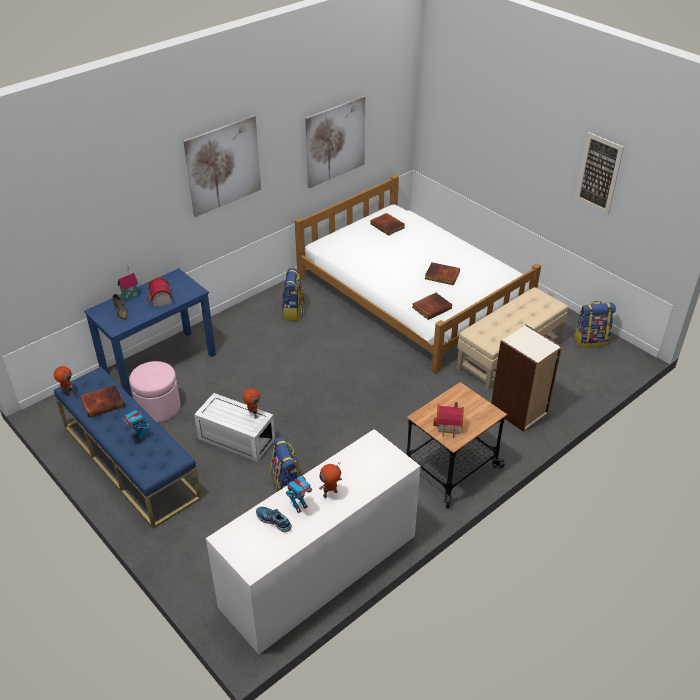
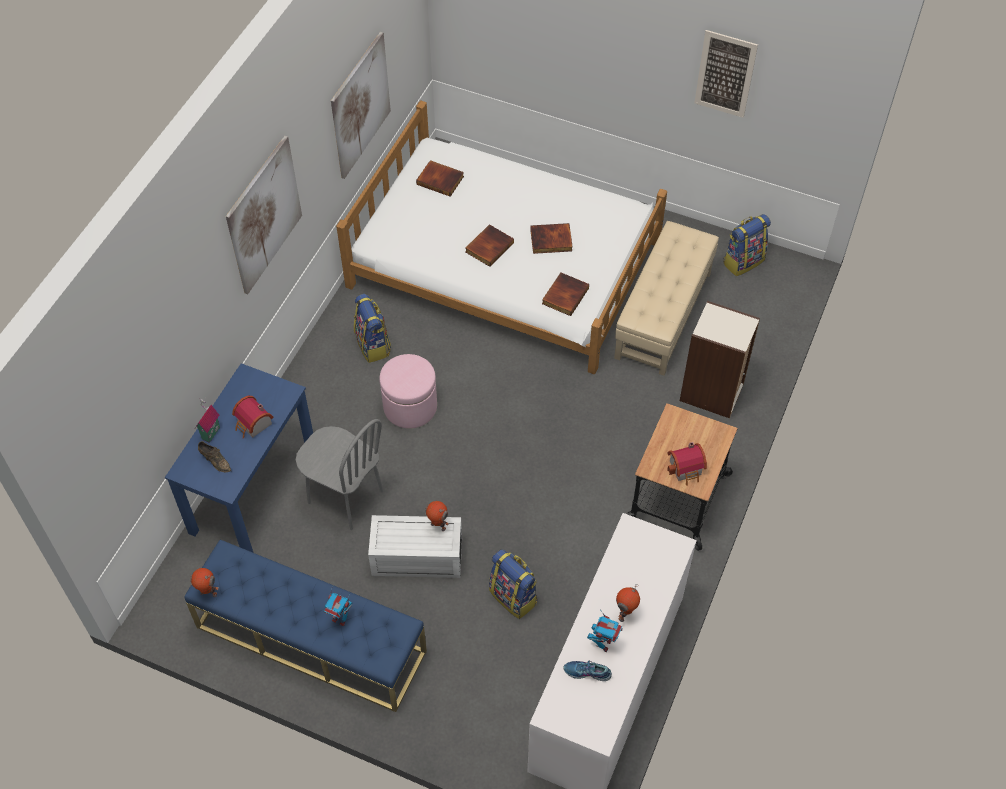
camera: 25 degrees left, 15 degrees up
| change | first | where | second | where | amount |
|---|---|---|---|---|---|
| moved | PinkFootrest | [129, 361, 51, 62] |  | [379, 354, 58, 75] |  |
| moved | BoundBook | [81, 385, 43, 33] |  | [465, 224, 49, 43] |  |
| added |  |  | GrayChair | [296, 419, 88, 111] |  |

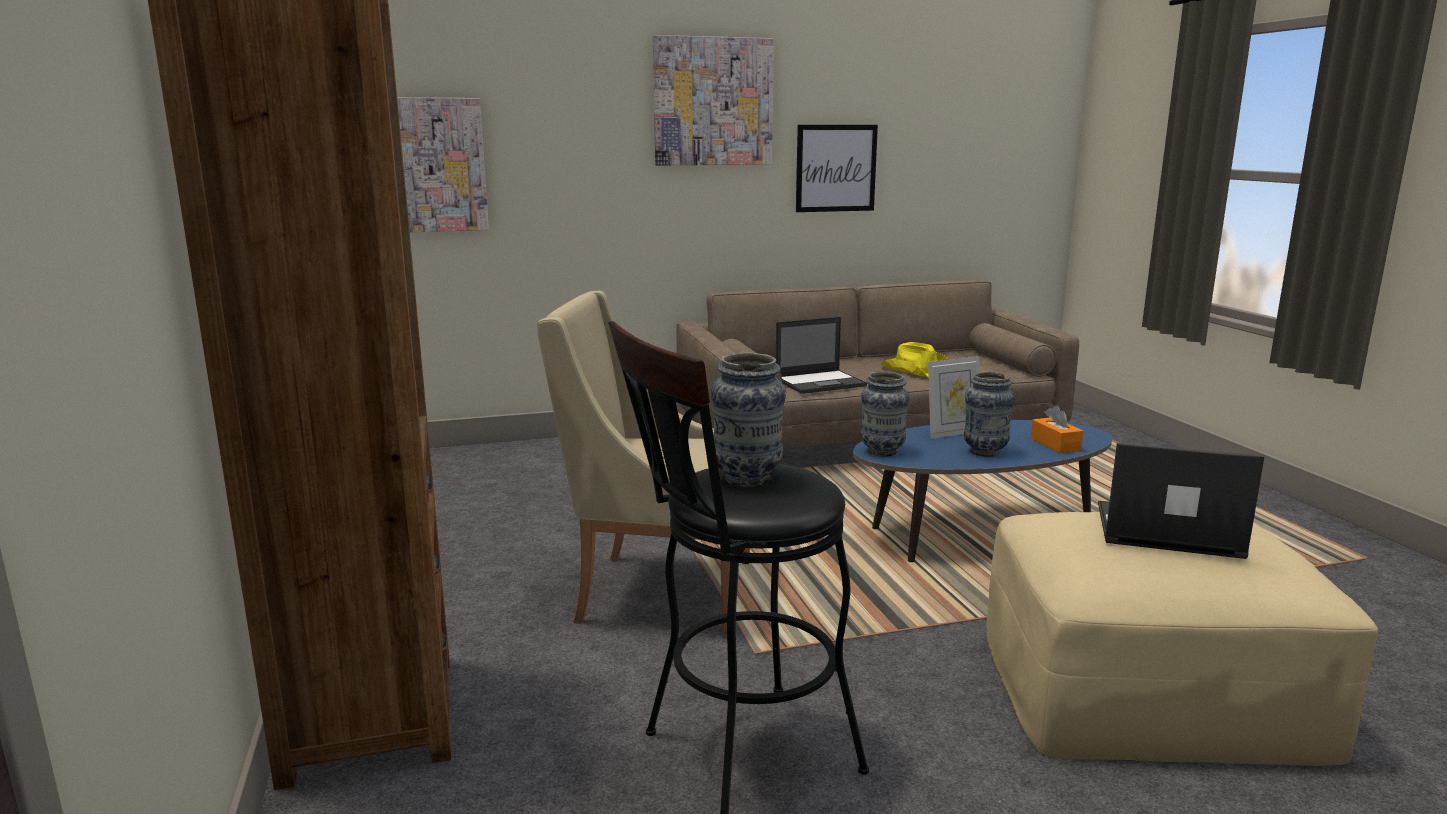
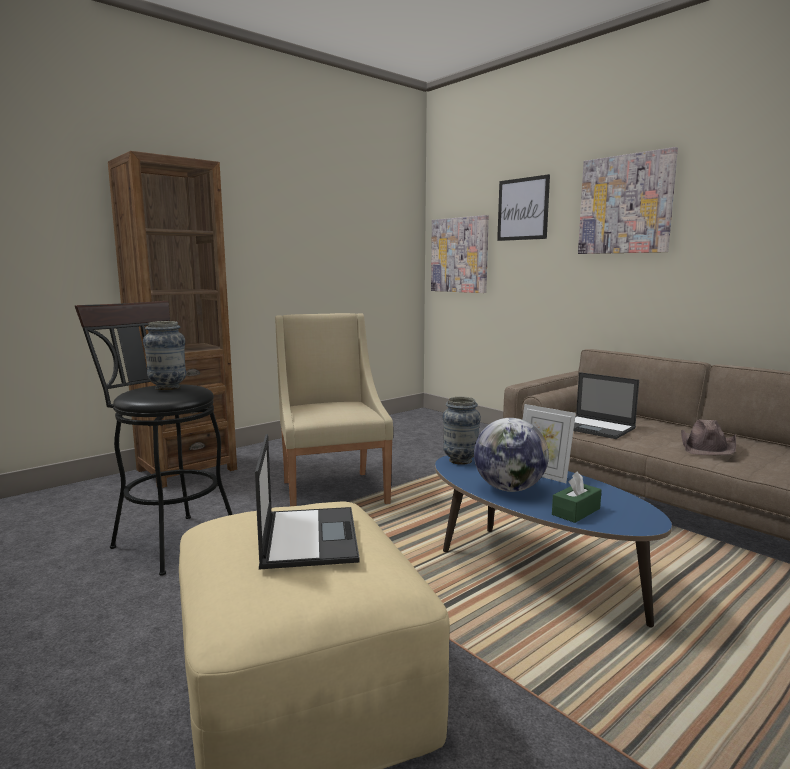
camera: 65 degrees right, 5 degrees down
| change | first | where | second | where | amount |
|---|---|---|---|---|---|
| moved | Picture | [796, 125, 82, 87] |  | [497, 174, 53, 67] |  |
| recoloured | YellowClothingHat | [880, 342, 69, 35] | BrownColouredClothingHat | [681, 419, 55, 36] |  |
| replaced | Vase | [964, 371, 51, 86] | WorldGlobe | [474, 418, 75, 74] |  |
| recoloured | OrangeyTissueHolder | [1031, 405, 52, 48] | GreenishTissueHolder | [552, 471, 49, 52] |  |

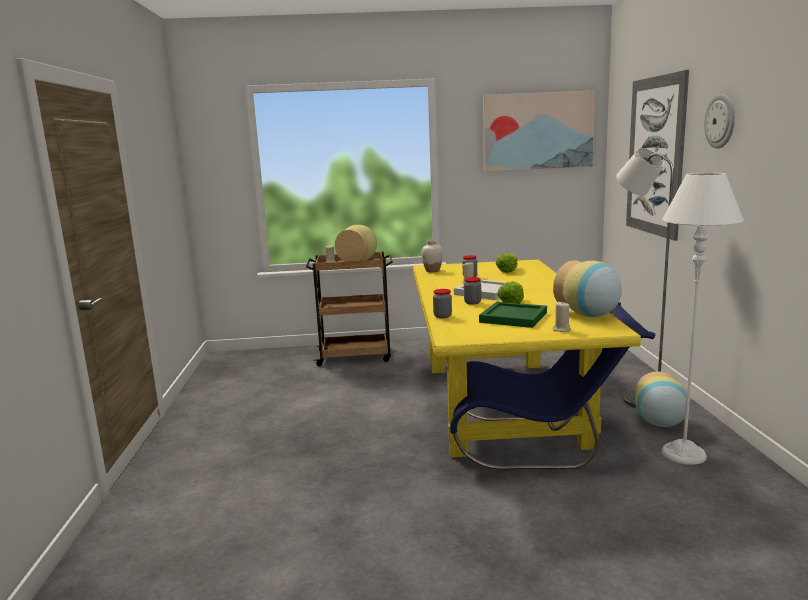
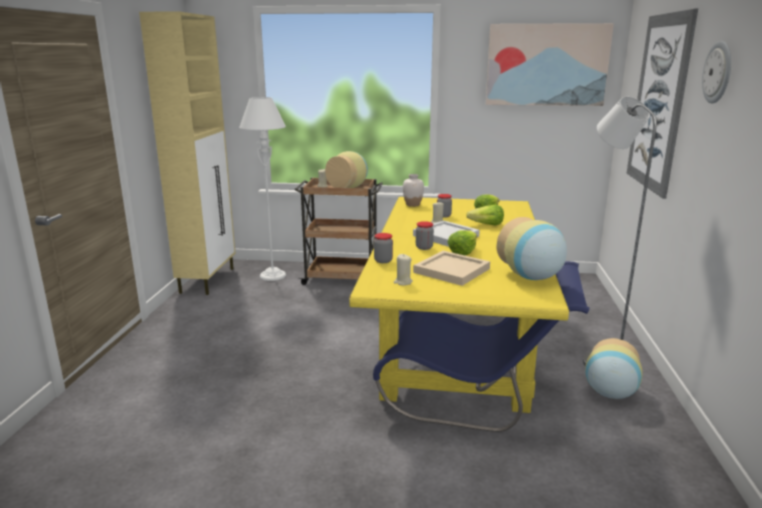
camera: 10 degrees right, 5 degrees up
| change | first | where | second | where | amount |
|---|---|---|---|---|---|
| moved | WhiteColouredStandardLamp | [661, 173, 83, 292] |  | [239, 97, 47, 184] |  |
| moved | SandColouredCandle | [553, 301, 18, 31] |  | [394, 254, 19, 31] |  |
| recoloured | GreenishTray | [479, 302, 68, 26] | SandColouredTray | [413, 251, 77, 35] |  |
| added |  |  | SandColouredCabinet | [139, 11, 97, 284] |  |
| added |  |  | LettuceHead | [466, 205, 38, 20] |  |

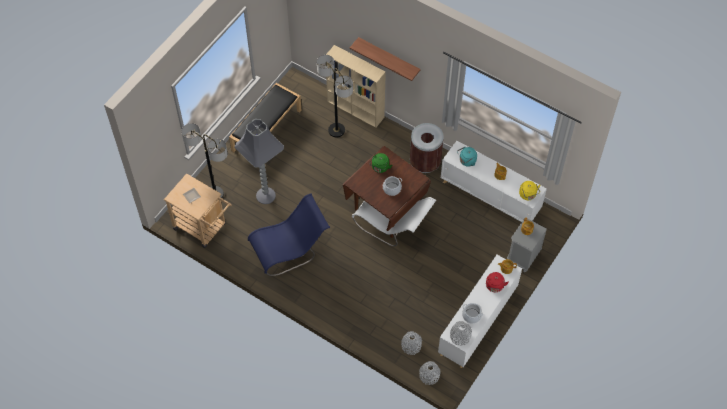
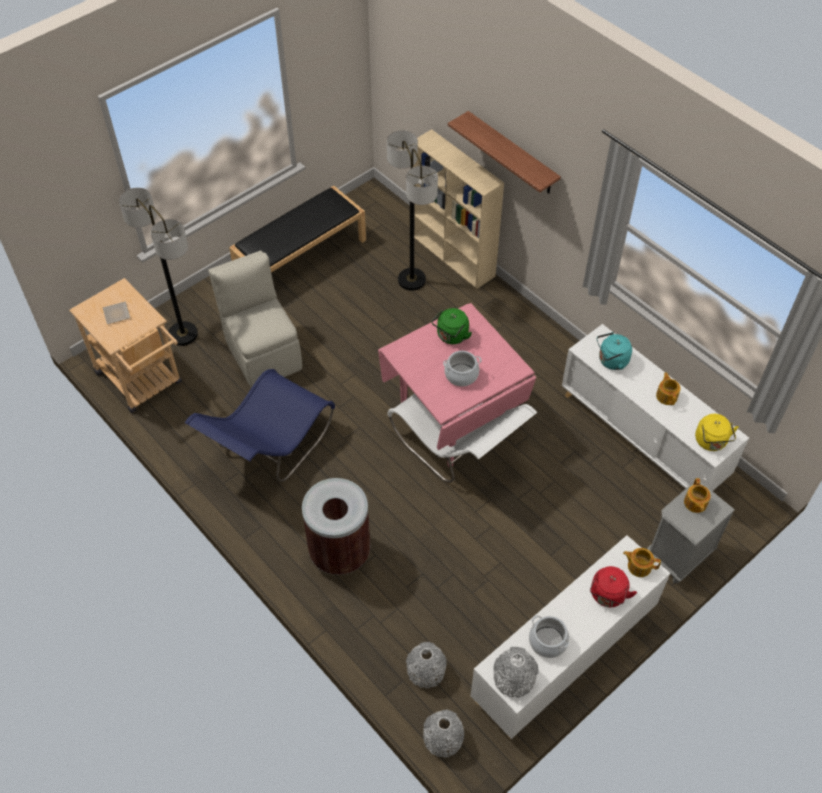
camera: 15 degrees right, 5 degrees down
| change | first | where | second | where | amount |
|---|---|---|---|---|---|
| replaced | GrayStandardLamp | [235, 119, 49, 85] | SandColouredChair | [208, 251, 94, 137] |  |
| moved | BrownColouredWasteBin | [410, 123, 34, 50] |  | [302, 478, 69, 97] |  |
| recoloured | BrownColouredKitchenTable | [343, 146, 88, 92] | PinkKitchenTable | [378, 303, 158, 164] |  |
| turned | BluishChair | [248, 193, 82, 83] |  | [185, 369, 150, 113] | 135 degrees clockwise |

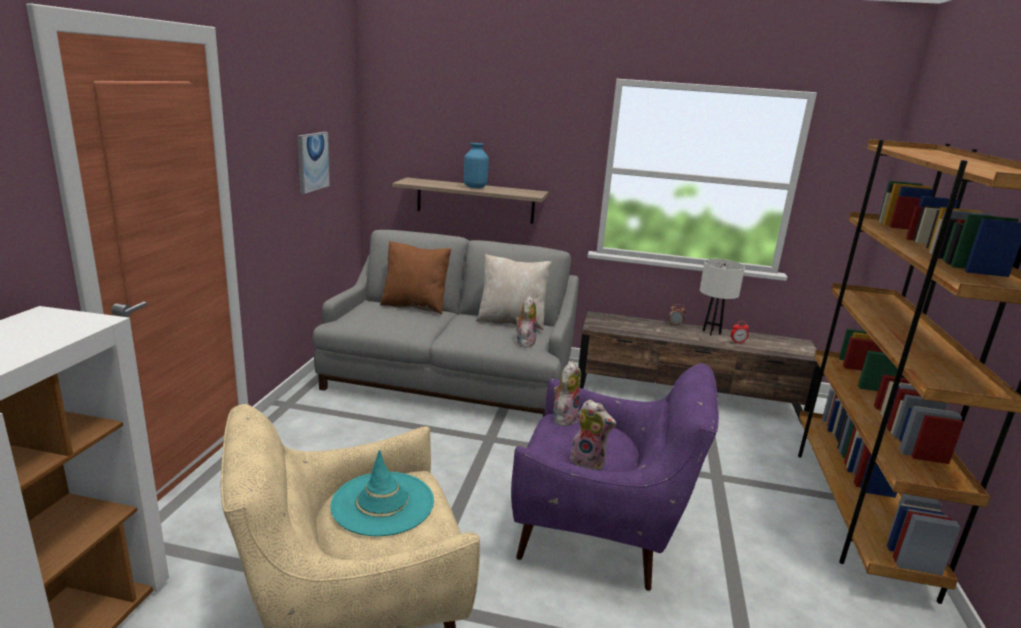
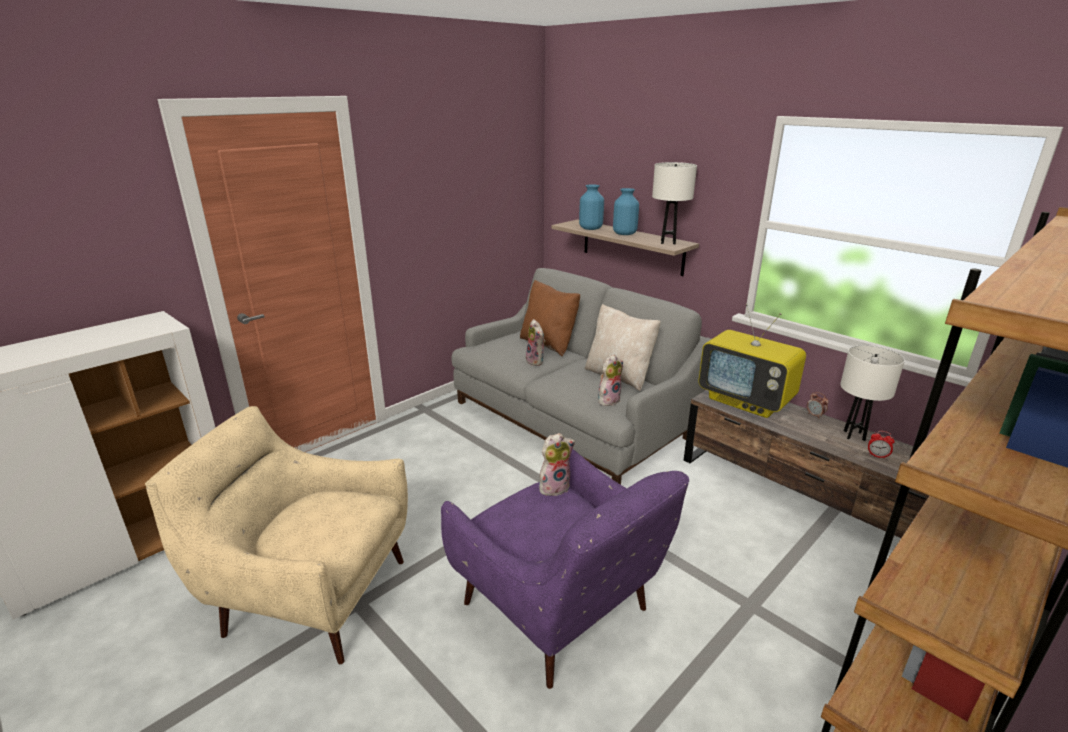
camera: 35 degrees right, 5 degrees up
| change | first | where | second | where | amount |
|---|---|---|---|---|---|
| removed | Picture | [297, 132, 33, 62] |  |  |  |
| moved | SoftToy | [570, 399, 46, 72] |  | [526, 319, 19, 47] |  |
| removed | TurquoiseColouredClothingHat | [330, 450, 104, 86] |  |  |  |
| added |  |  | WhiteColouredLampForATable | [652, 162, 45, 82] |  |
| added |  |  | BluishVase | [579, 184, 25, 46] |  |
| added |  |  | Tv | [698, 304, 108, 114] |  |

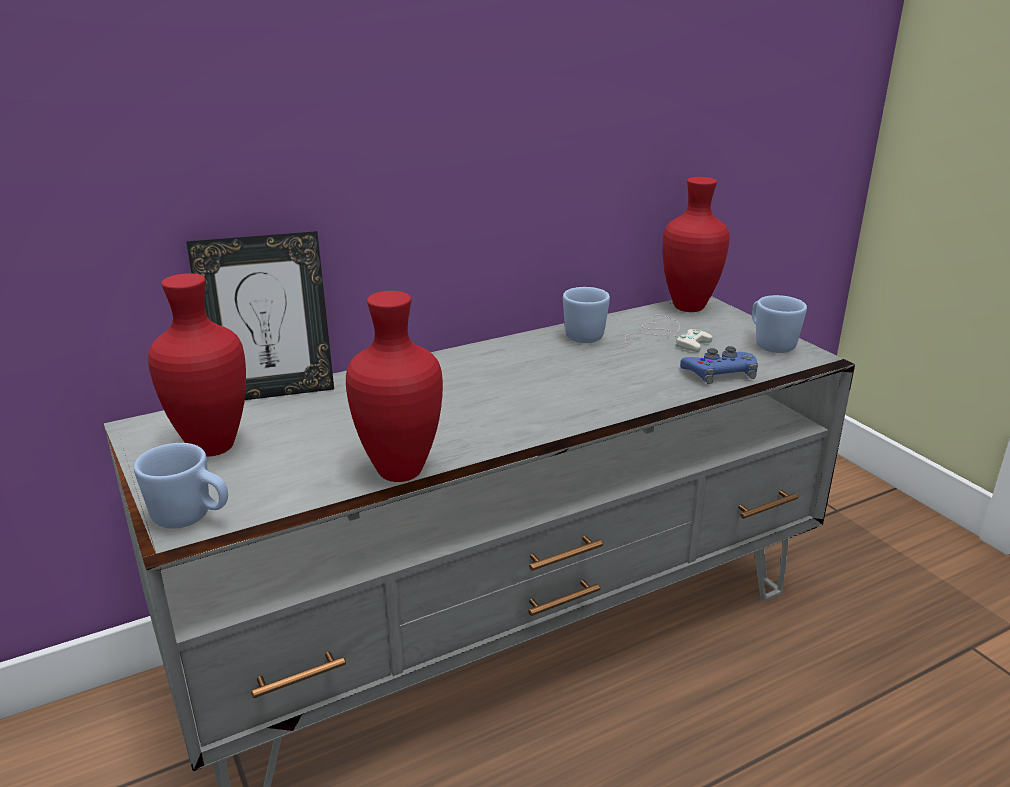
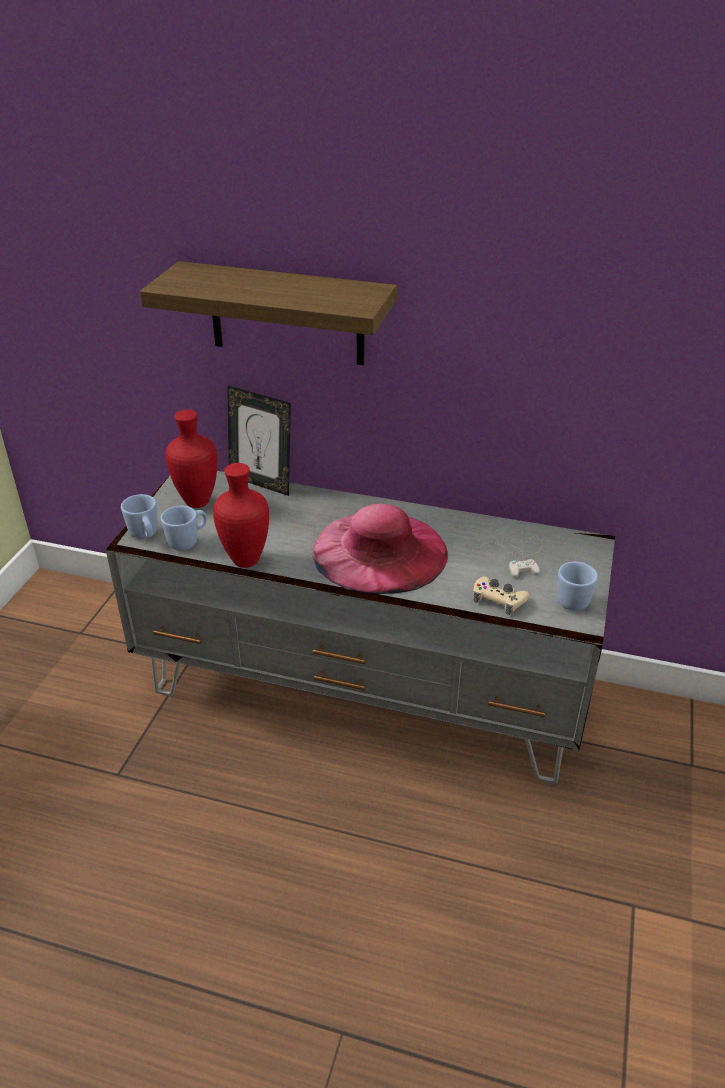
camera: 45 degrees right, 10 degrees up
| change | first | where | second | where | amount |
|---|---|---|---|---|---|
| removed | RedColouredVase | [663, 177, 67, 135] |  |  |  |
| moved | BluishMug | [563, 287, 47, 56] |  | [161, 506, 46, 45] |  |
| recoloured | BluishGameController | [680, 346, 78, 38] | SandColouredGameController | [473, 576, 56, 39] |  |
| added |  |  | BracketShelf | [140, 261, 257, 104] |  |
| added |  |  | PinkClothingHat | [313, 503, 135, 91] |  |

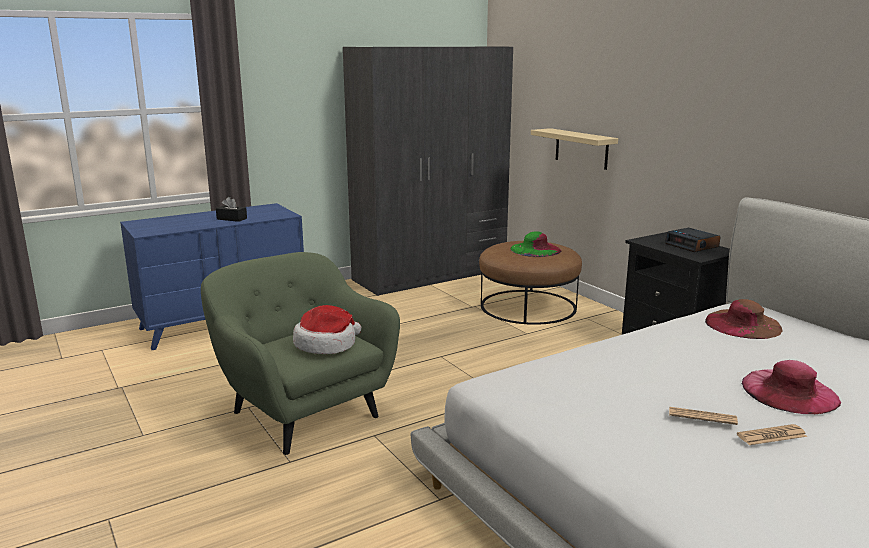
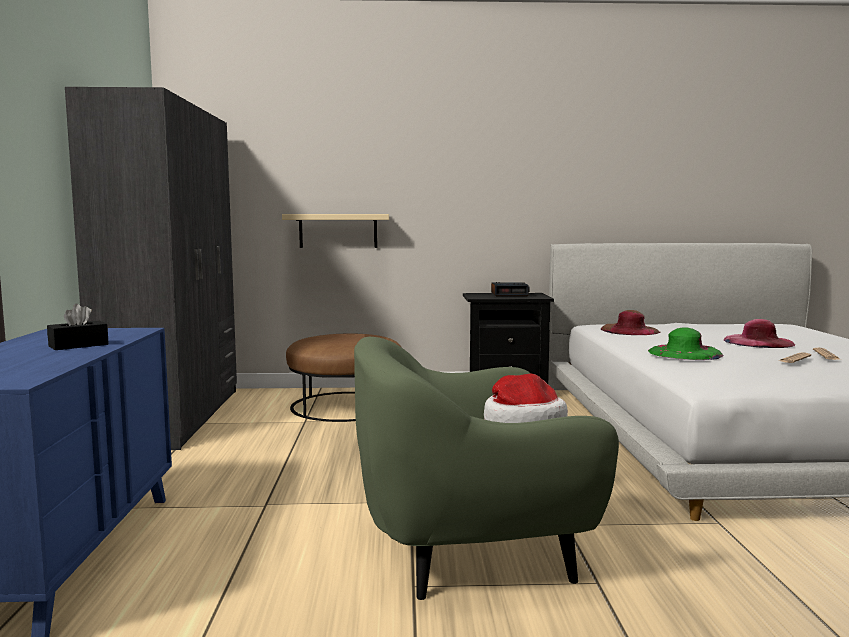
camera: 60 degrees left, 10 degrees down
| change | first | where | second | where | amount |
|---|---|---|---|---|---|
| moved | GreenishClothingHat | [510, 231, 52, 26] |  | [648, 327, 76, 33] |  |

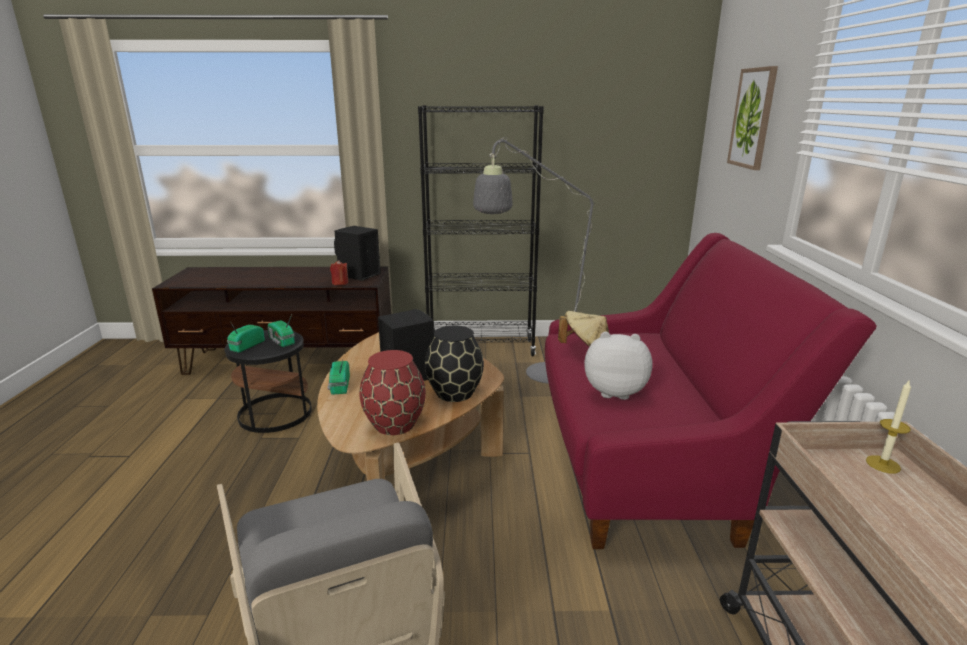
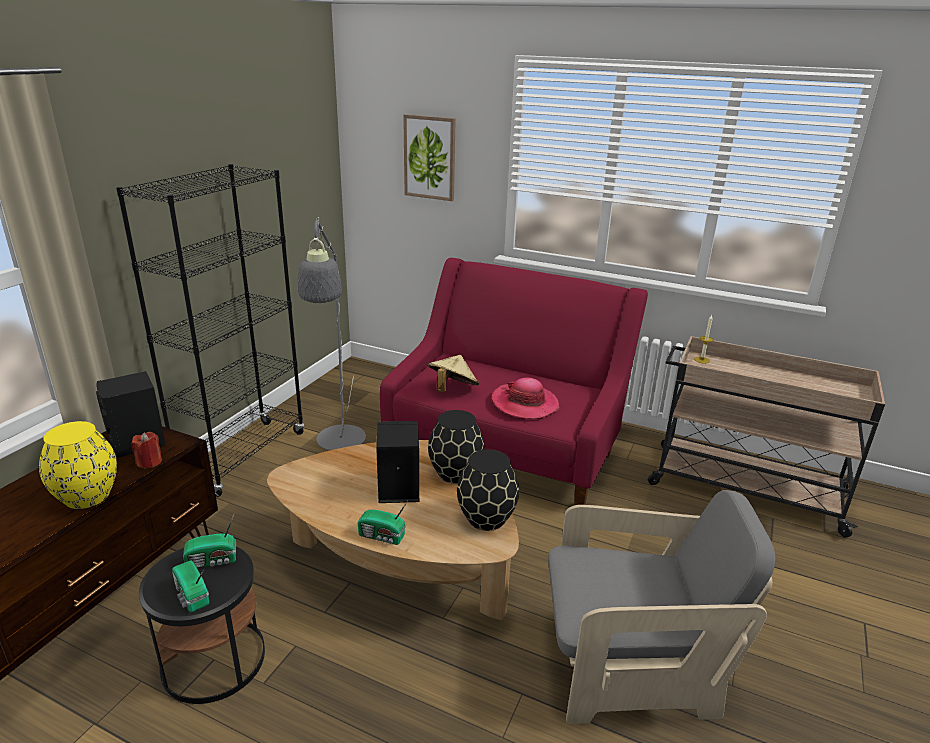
camera: 65 degrees left, 5 degrees up
| change | first | where | second | where | amount |
|---|---|---|---|---|---|
| replaced | SoftToy | [584, 332, 68, 68] | ClothingHat | [492, 377, 67, 42] |  |
| recoloured | RedColouredVase | [360, 350, 66, 85] | BlackVase | [457, 449, 62, 82] |  |
| added |  |  | YellowVase | [39, 421, 78, 88] |  |

